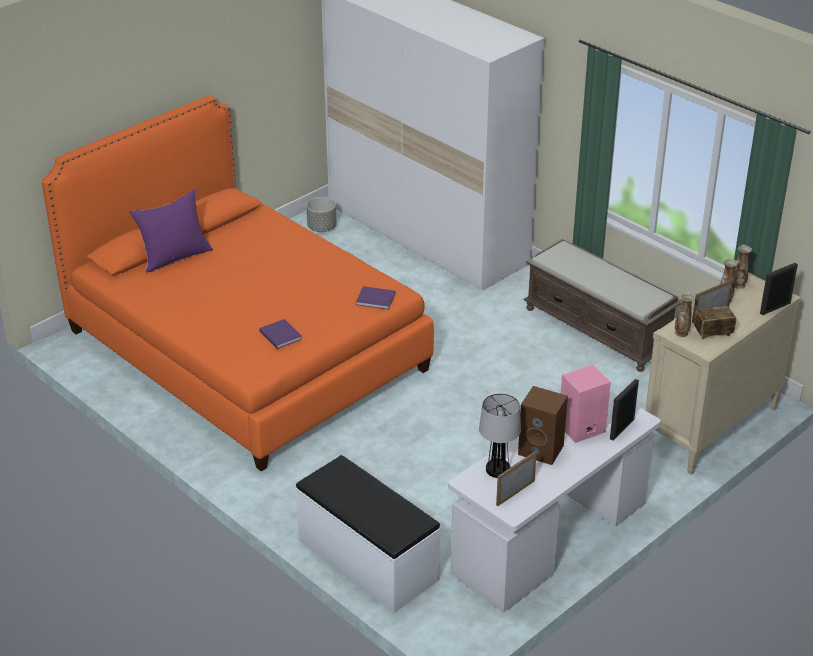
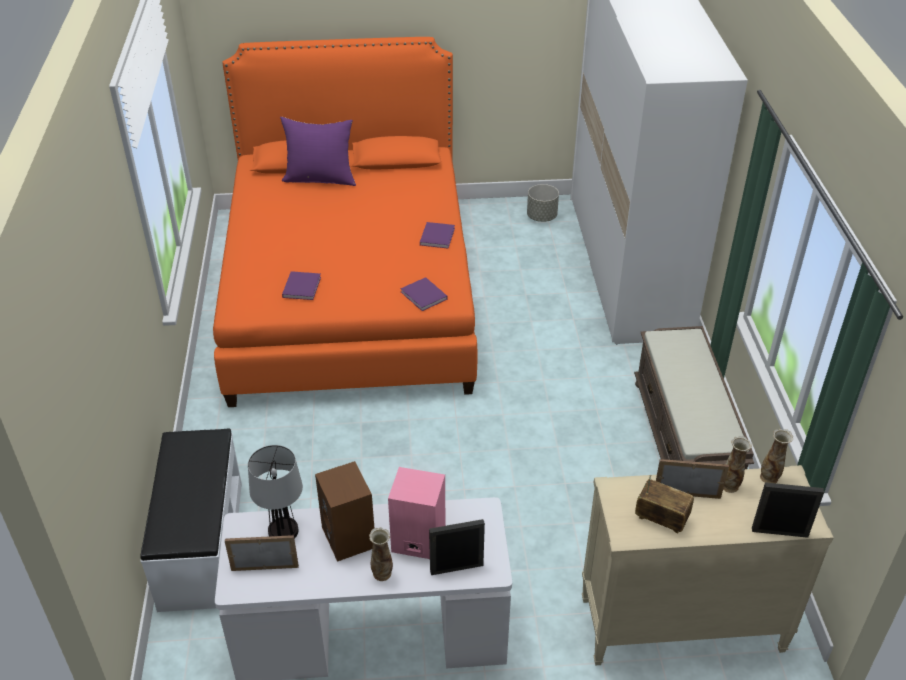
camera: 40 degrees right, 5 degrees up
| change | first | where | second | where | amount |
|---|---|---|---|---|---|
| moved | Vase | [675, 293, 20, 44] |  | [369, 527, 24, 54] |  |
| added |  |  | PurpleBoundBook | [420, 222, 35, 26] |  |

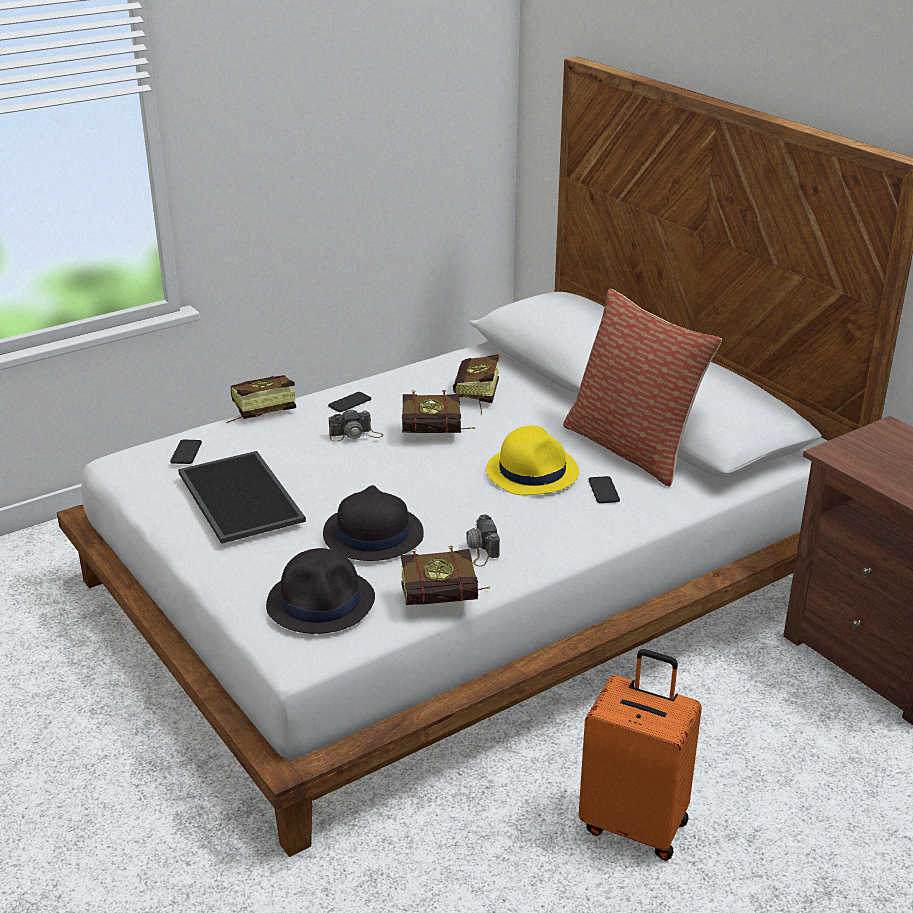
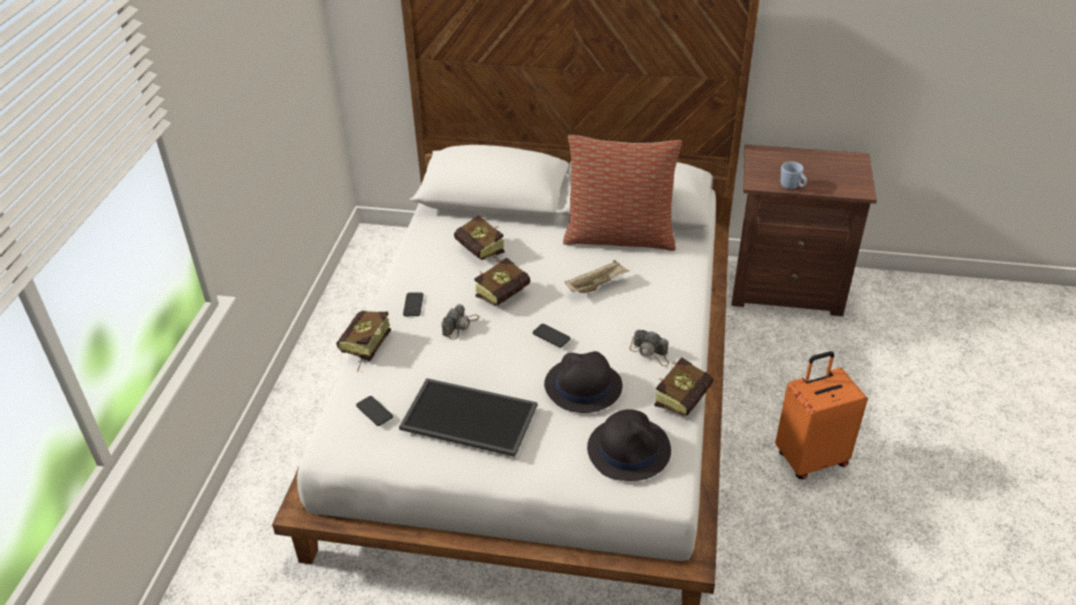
camera: 45 degrees left, 10 degrees up
| change | first | where | second | where | amount |
|---|---|---|---|---|---|
| replaced | YellowClothingHat | [486, 425, 93, 70] | SandColouredTray | [565, 260, 65, 33] |  |
| moved | Phone | [589, 476, 31, 27] |  | [533, 324, 38, 24] |  |
| added |  |  | BluishMug | [781, 161, 26, 28] |  |

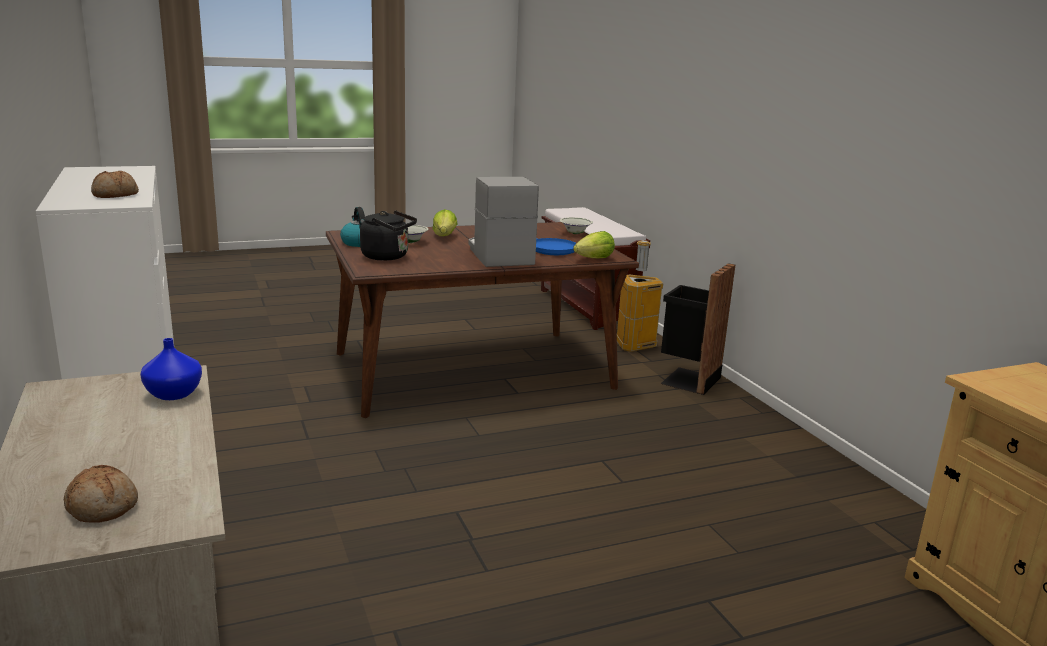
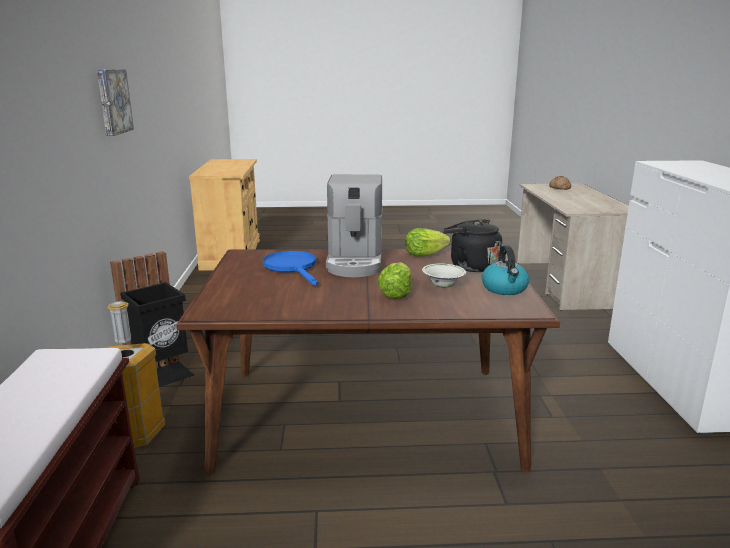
camera: 160 degrees left, 0 degrees up
| change | first | where | second | where | amount |
|---|---|---|---|---|---|
| removed | BakedBread | [91, 171, 48, 27] |  |  |  |
| removed | WhiteColouredDeepDish | [560, 217, 33, 17] |  |  |  |
| moved | LettuceHead | [573, 231, 42, 27] |  | [405, 228, 45, 29] |  |
| removed | BluishVase | [140, 338, 62, 62] |  |  |  |
| added |  |  | Picture | [97, 69, 37, 67] |  |

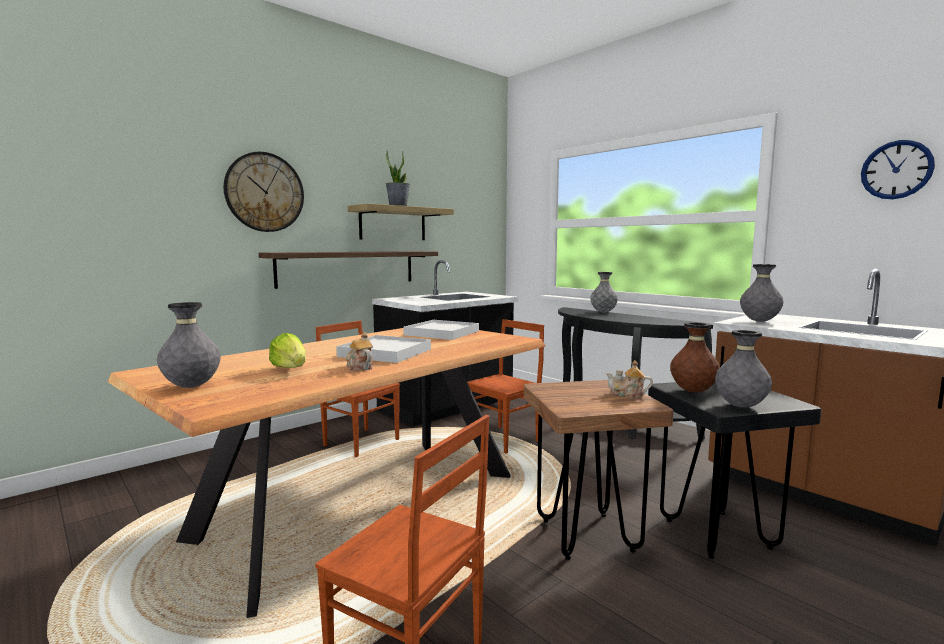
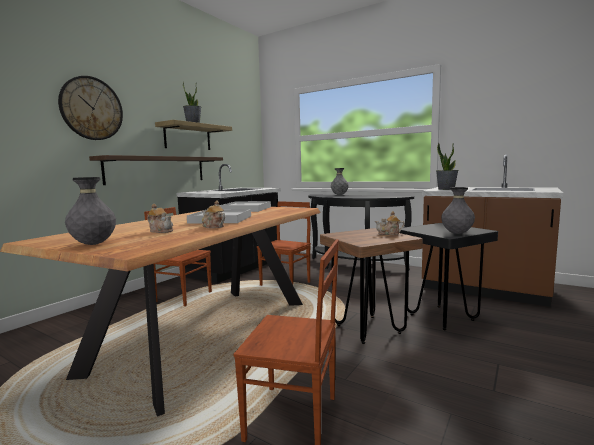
camera: 15 degrees left, 0 degrees up
| change | first | where | second | where | amount |
|---|---|---|---|---|---|
| removed | WallClock | [861, 140, 74, 59] |  |  |  |
| replaced | GrayVase | [740, 264, 44, 58] | Houseplant | [436, 142, 23, 48] |  |
| removed | BrownColouredVase | [670, 322, 50, 71] |  |  |  |
| replaced | LettuceHead | [269, 333, 37, 35] | Teapot | [147, 204, 26, 29] |  |

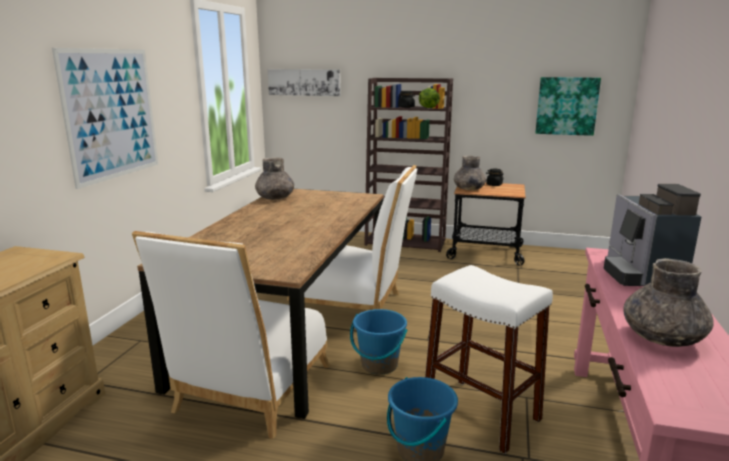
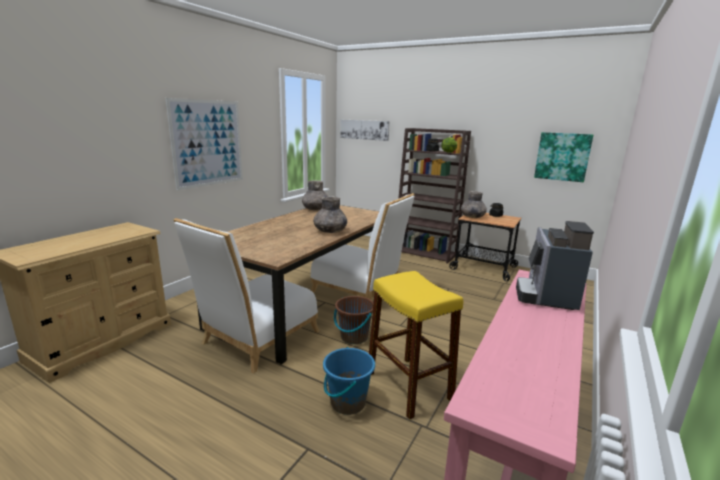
camera: 15 degrees right, 0 degrees up
| change | first | where | second | where | amount |
|---|---|---|---|---|---|
| moved | GrayVase | [623, 258, 91, 89] |  | [313, 196, 34, 37] |  |
| recoloured | WhiteColouredStool | [425, 265, 128, 189] | YellowStool | [369, 271, 94, 149] |  |
| recoloured | BluishBucket | [350, 309, 57, 66] | BrownColouredBucket | [334, 296, 39, 48] |  |

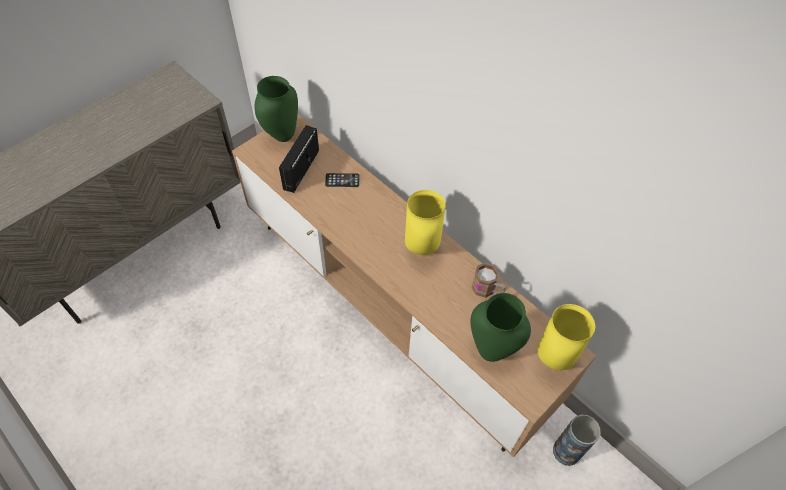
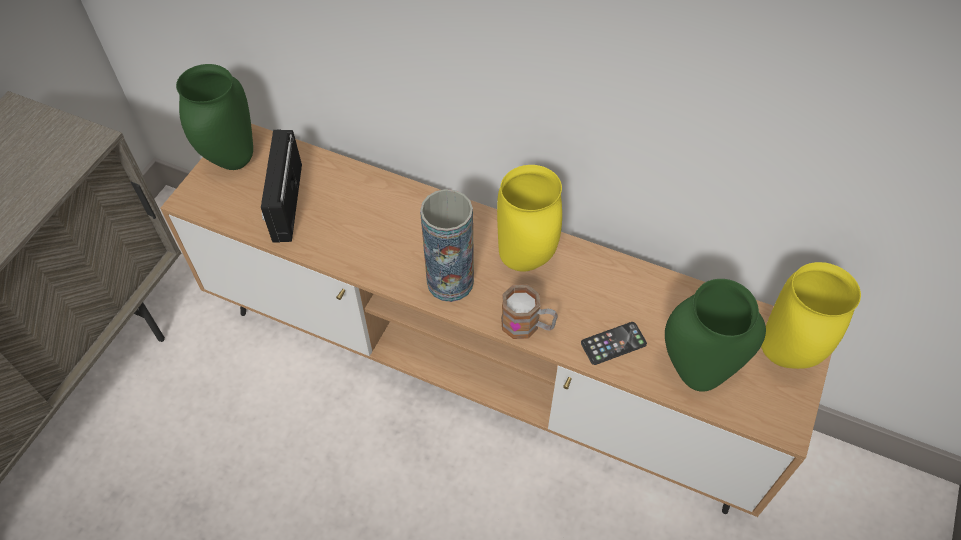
camera: 20 degrees left, 0 degrees up
| change | first | where | second | where | amount |
|---|---|---|---|---|---|
| moved | Phone | [325, 173, 35, 14] |  | [581, 322, 66, 43] |  |
| moved | Mug | [472, 262, 34, 36] |  | [501, 284, 57, 55] |  |
| moved | Vase | [553, 414, 48, 52] |  | [420, 189, 54, 113] |  |

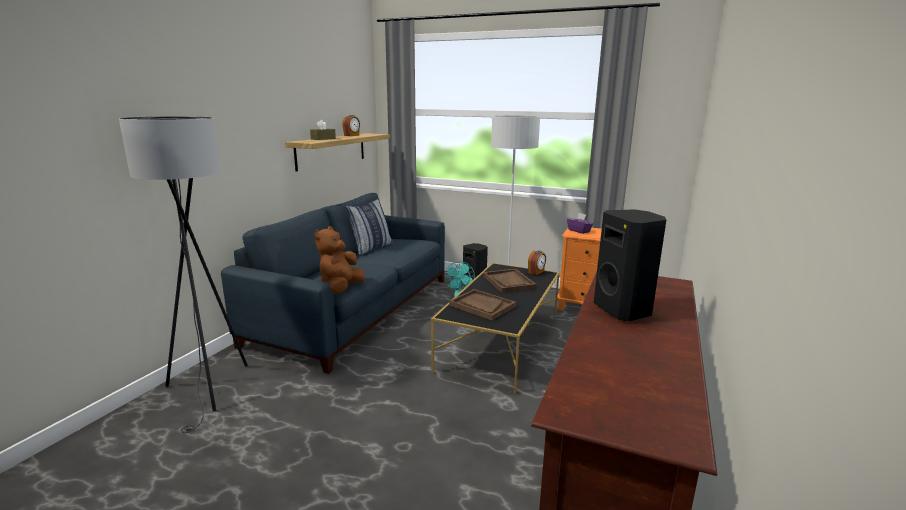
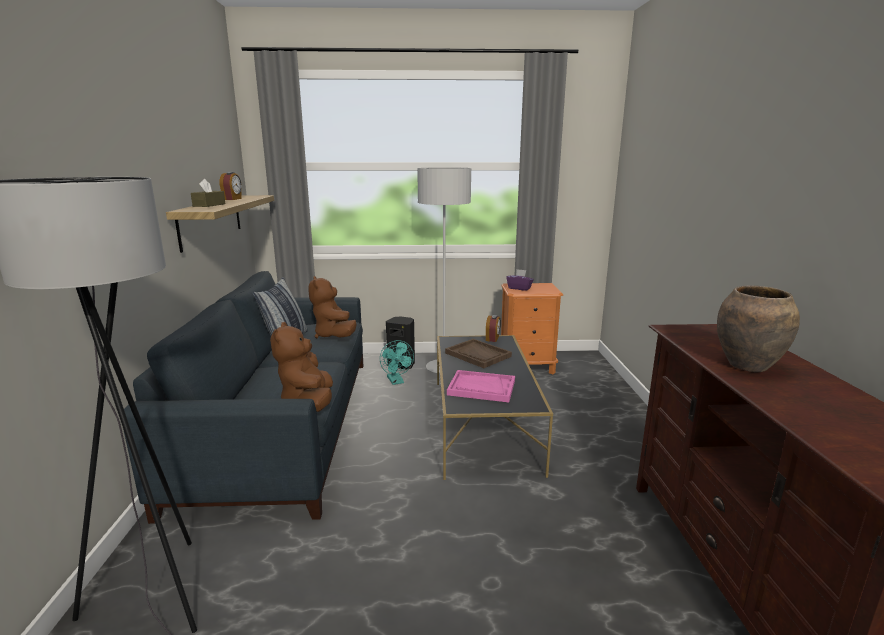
camera: 25 degrees left, 0 degrees up
| change | first | where | second | where | amount |
|---|---|---|---|---|---|
| replaced | BlackSpeaker | [594, 209, 72, 112] | BrownColouredVase | [717, 285, 83, 87] |  |
| recoloured | BrownColouredTray | [449, 289, 67, 31] | PinkTray | [447, 370, 68, 32] |  |
| added |  |  | BrownColouredSoftToy | [308, 276, 49, 62] |  |

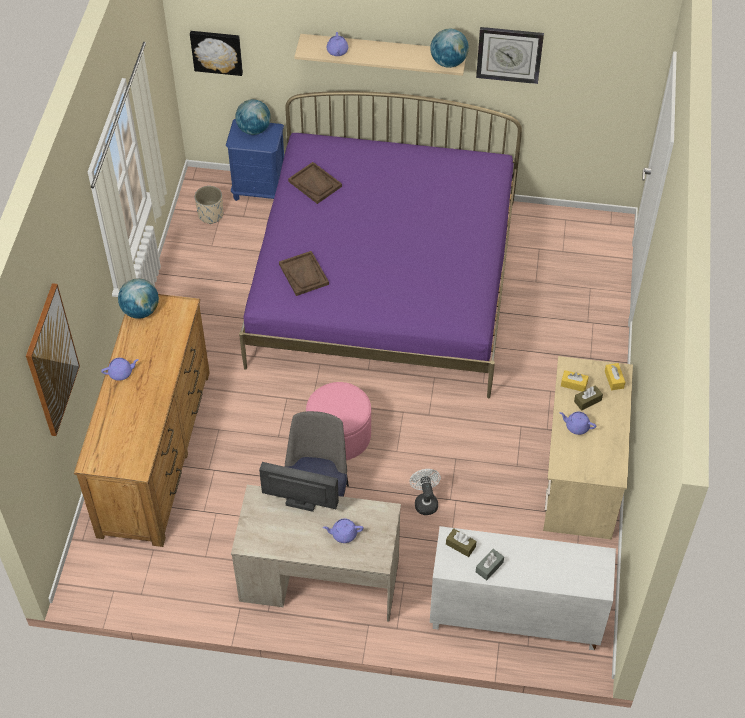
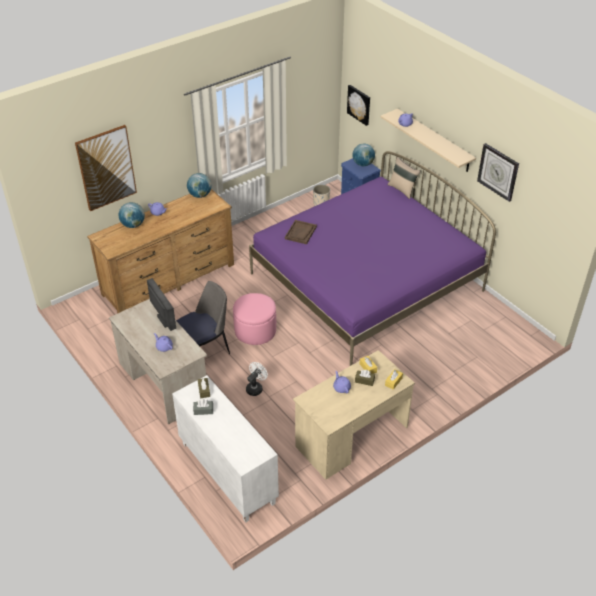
camera: 45 degrees right, 10 degrees down
| change | first | where | second | where | amount |
|---|---|---|---|---|---|
| moved | WorldGlobe | [430, 29, 39, 39] |  | [119, 202, 26, 26] |  |
| removed | BrownColouredTray | [288, 162, 54, 42] |  |  |  |
| added |  |  | SandColouredCushion | [388, 157, 33, 42] |  |

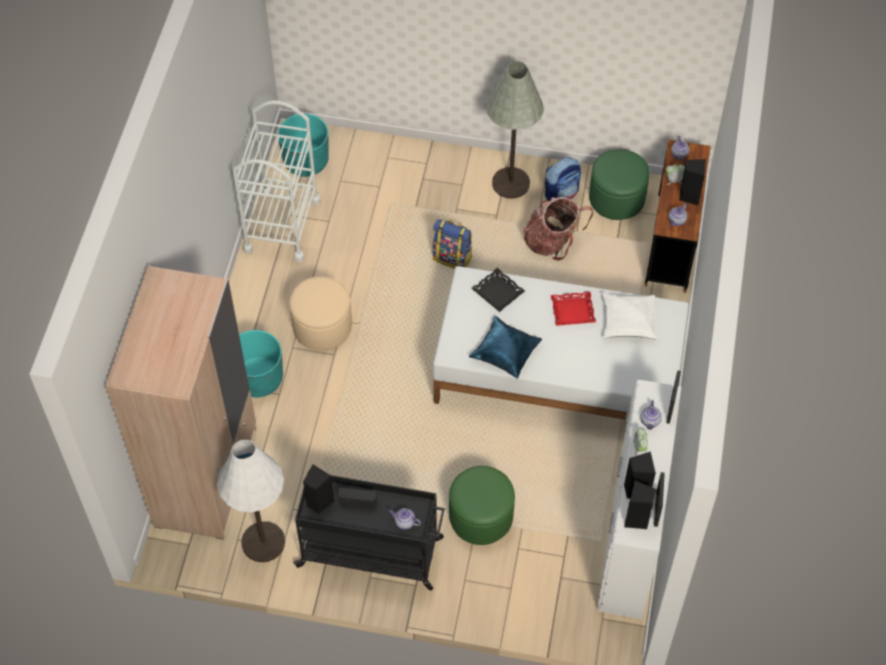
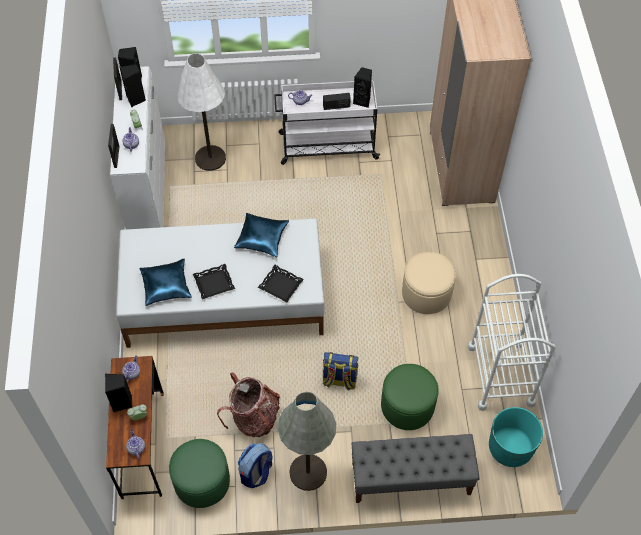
camera: 165 degrees right, 0 degrees up
| change | first | where | second | where | amount |
|---|---|---|---|---|---|
| recoloured | RedColouredTray | [551, 292, 45, 34] | BlackTray | [193, 264, 42, 35] |  |
| recoloured | WhiteColouredCushion | [602, 292, 55, 47] | BluishCushion | [140, 259, 52, 47] |  |
| removed | TurquoiseColouredPlanter | [239, 330, 44, 67] |  |  |  |
| moved | WhiteColouredStandardLamp | [217, 440, 68, 122] |  | [178, 53, 48, 118] |  |
| moved | GreenishFootrest | [449, 466, 66, 79] |  | [381, 364, 58, 66] |  |
| recoloured | BlackTrolley | [293, 471, 152, 120] | WhiteColouredTrolley | [274, 80, 106, 85] |  |
| added |  |  | GrayLongSeat | [352, 434, 128, 69] |  |

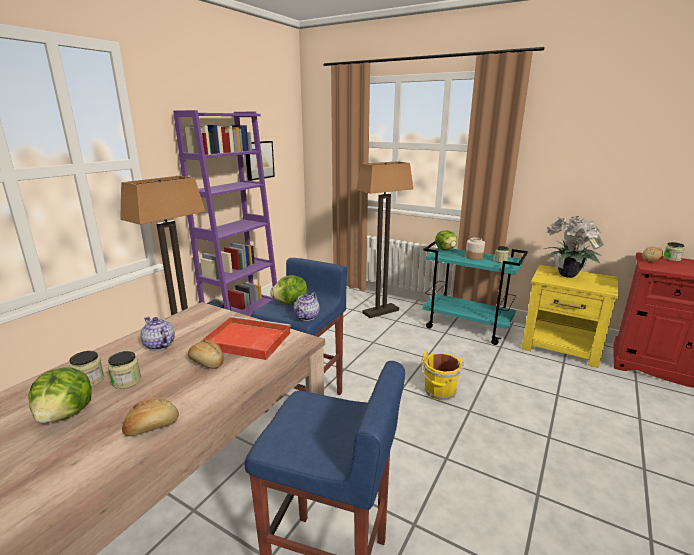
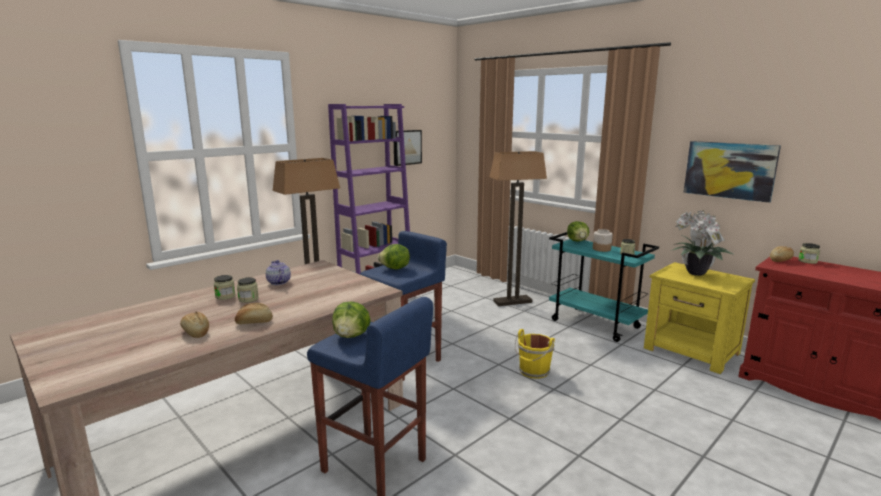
camera: 15 degrees right, 5 degrees down
| change | first | where | second | where | amount |
|---|---|---|---|---|---|
| removed | Teapot | [294, 292, 25, 29] |  |  |  |
| removed | RedColouredTray | [201, 316, 90, 44] |  |  |  |
| moved | BakedBread | [188, 340, 36, 29] |  | [180, 312, 29, 26] |  |
| moved | LettuceHead | [28, 367, 64, 56] |  | [332, 301, 39, 37] |  |
| added |  |  | Picture | [683, 141, 98, 62] |  |

